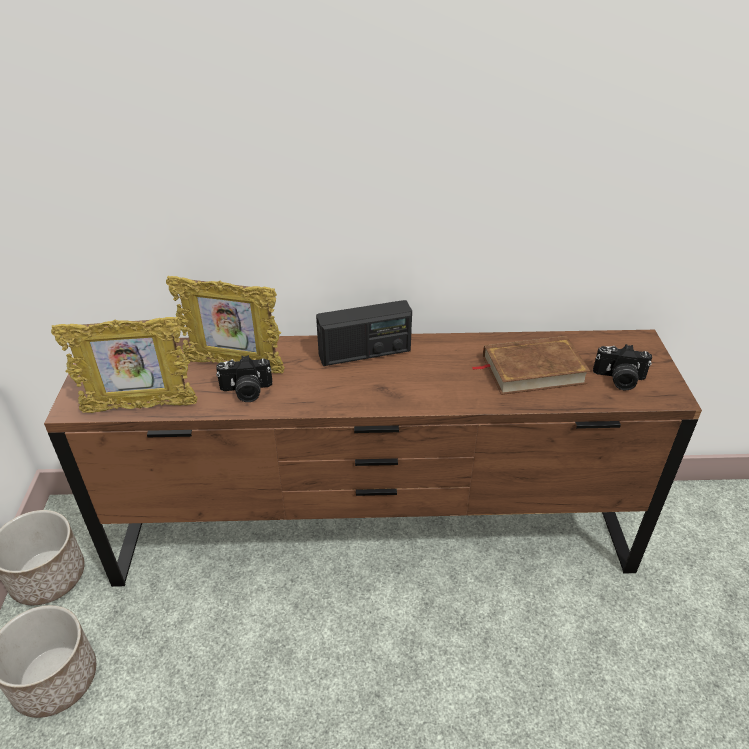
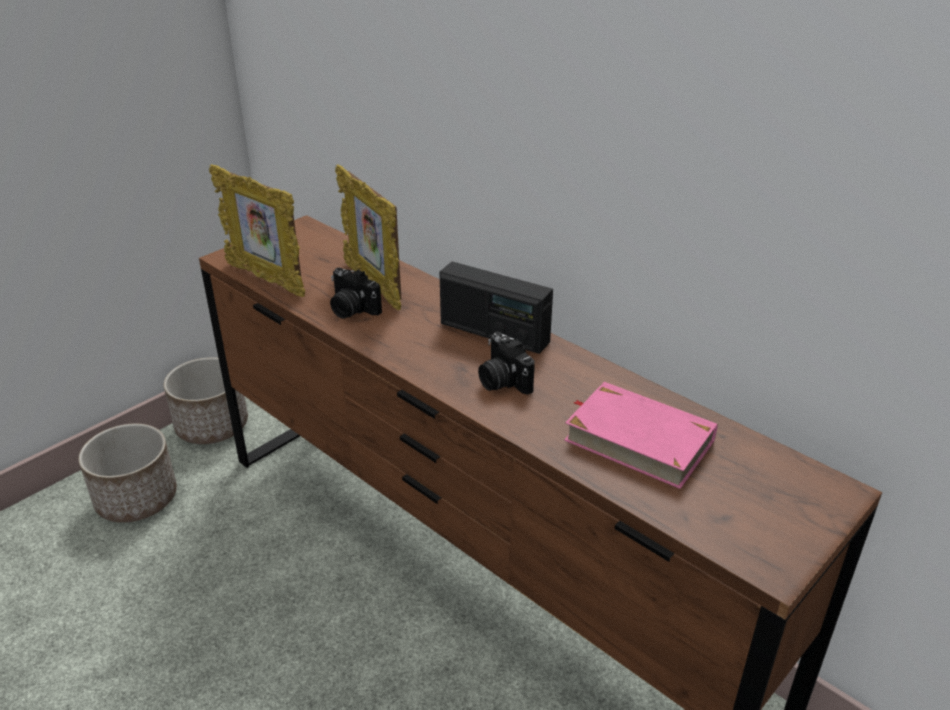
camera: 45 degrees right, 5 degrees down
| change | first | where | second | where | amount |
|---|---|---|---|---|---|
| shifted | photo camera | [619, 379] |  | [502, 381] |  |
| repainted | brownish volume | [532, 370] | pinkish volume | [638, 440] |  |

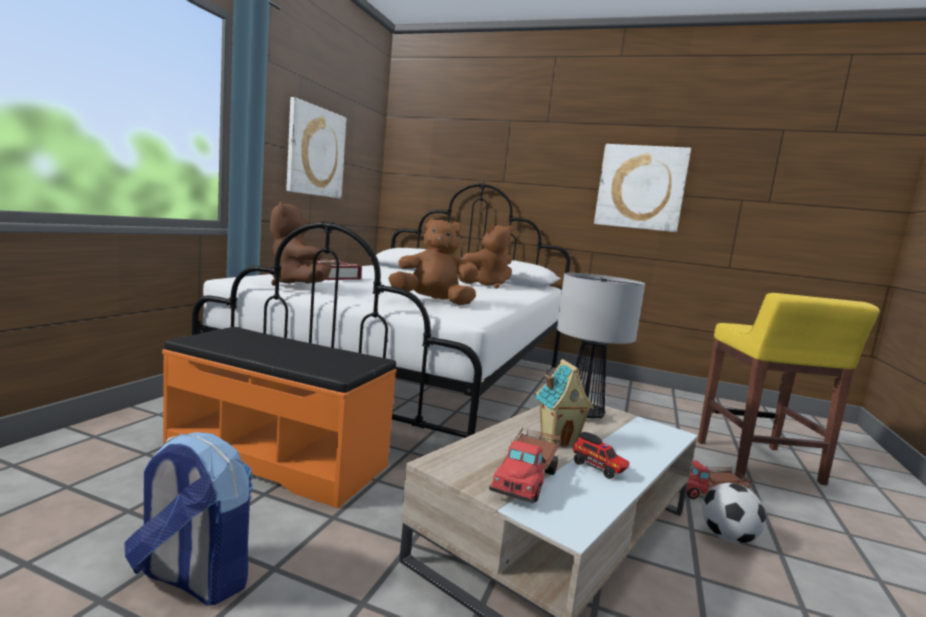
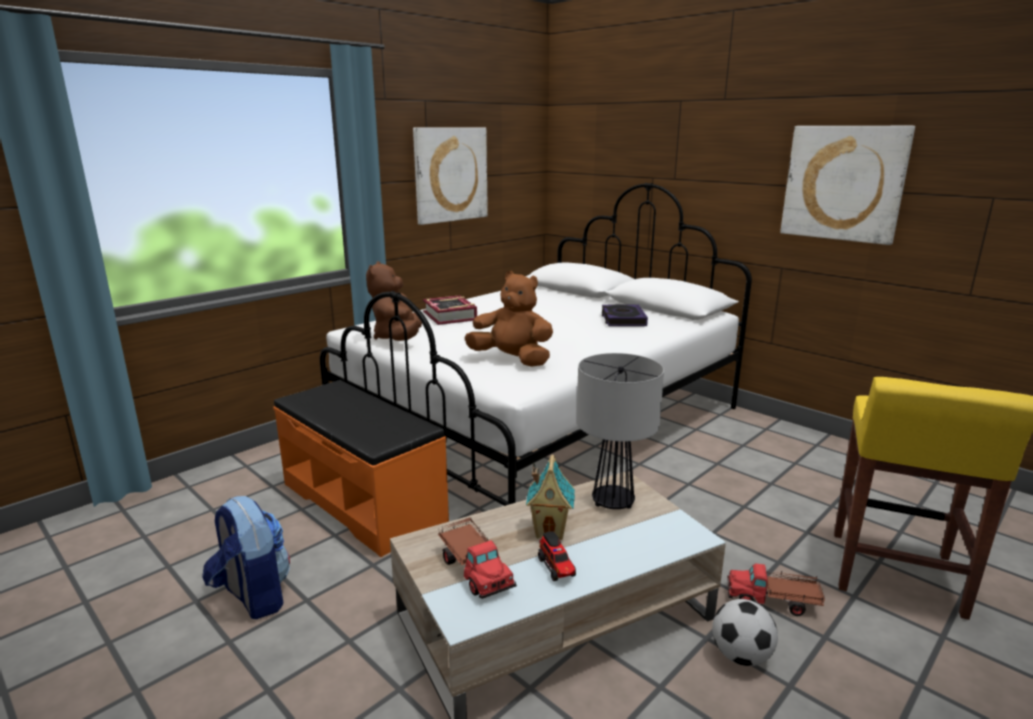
camera: 25 degrees right, 10 degrees up
| change | first | where | second | where | amount |
|---|---|---|---|---|---|
| rotated | toy lorry | [526, 478] |  | [475, 568] | 75 degrees counterclockwise |
| swapped | brownish soft toy | [486, 285] | volume | [623, 319] |  |

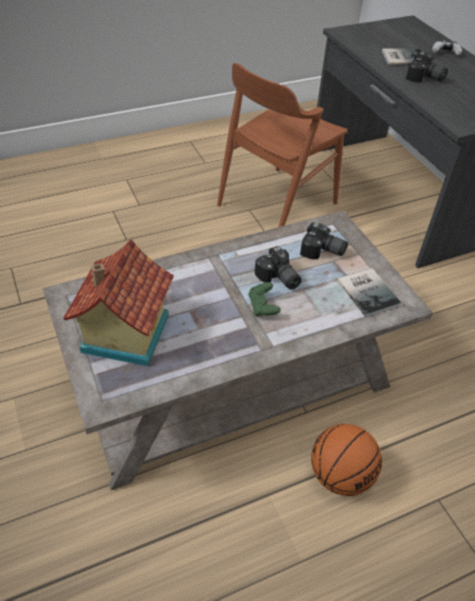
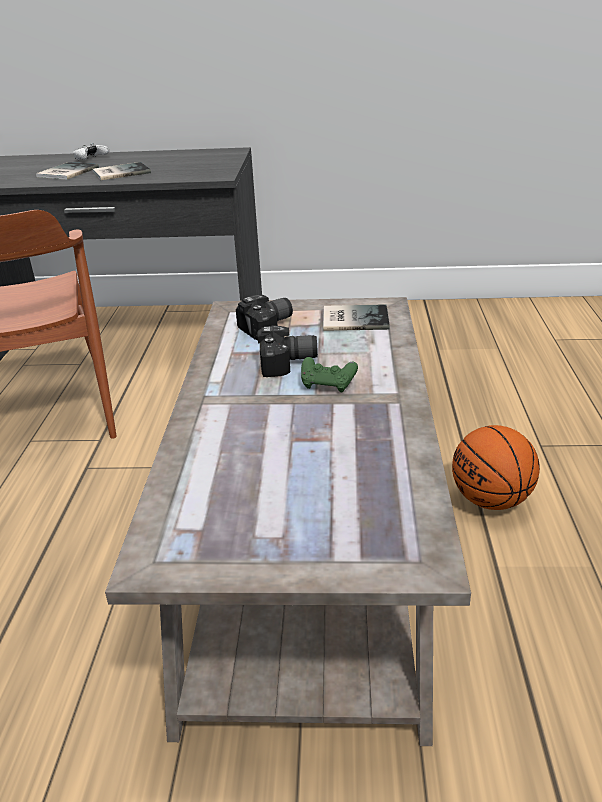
camera: 60 degrees left, 15 degrees down
| change | first | where | second | where | amount |
|---|---|---|---|---|---|
| swapped | photo camera | [424, 79] | volume | [119, 172] |  |
| gone | toy house | [123, 333] |  |  |  |

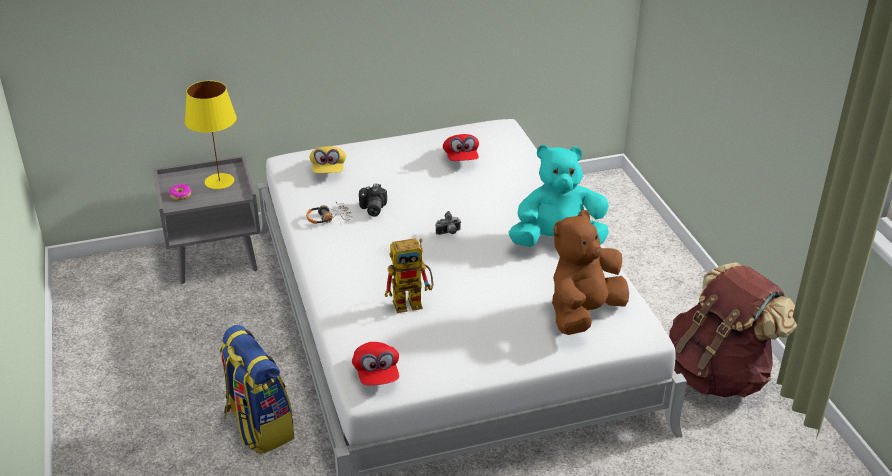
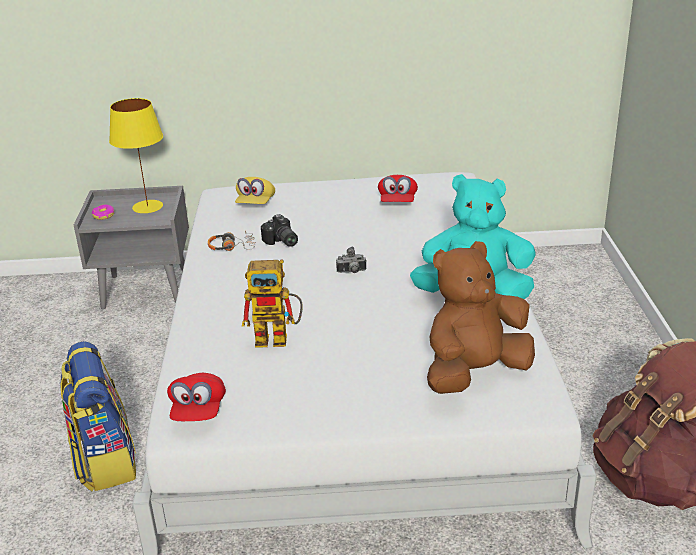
camera: 15 degrees right, 5 degrees down
| change | first | where | second | where | amount |
|---|---|---|---|---|---|
| rotated | photo camera | [372, 209] |  | [281, 242] | 45 degrees counterclockwise |

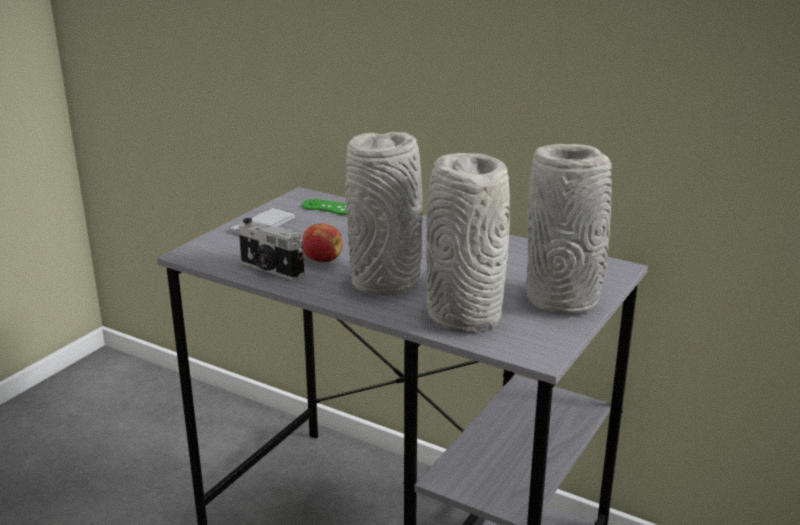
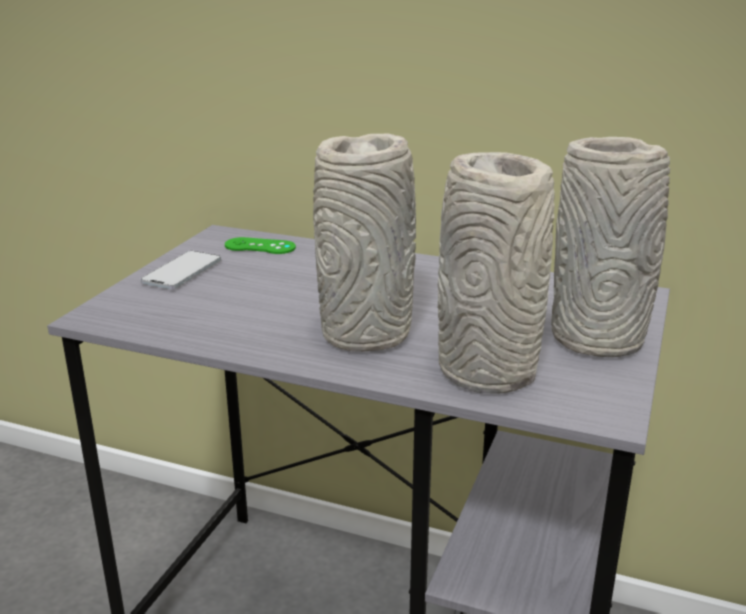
camera: 10 degrees left, 0 degrees up
| change | first | where | second | where | amount |
|---|---|---|---|---|---|
| gone | photo camera | [270, 270] |  |  |  |
| gone | apple | [321, 260] |  |  |  |

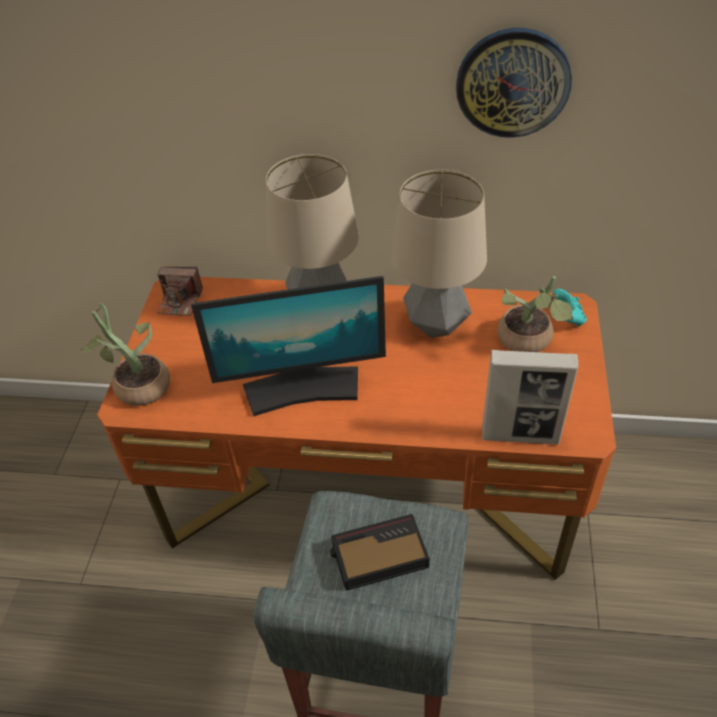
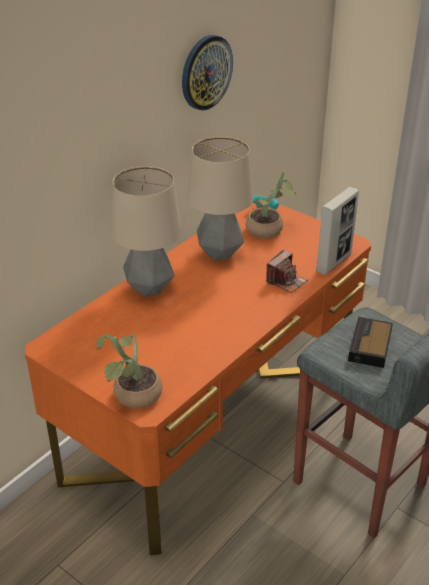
camera: 60 degrees left, 10 degrees down
| change | first | where | second | where | amount |
|---|---|---|---|---|---|
| shifted | photo camera | [180, 302] |  | [286, 281] |  |
| gone | monitor | [302, 388] |  |  |  |

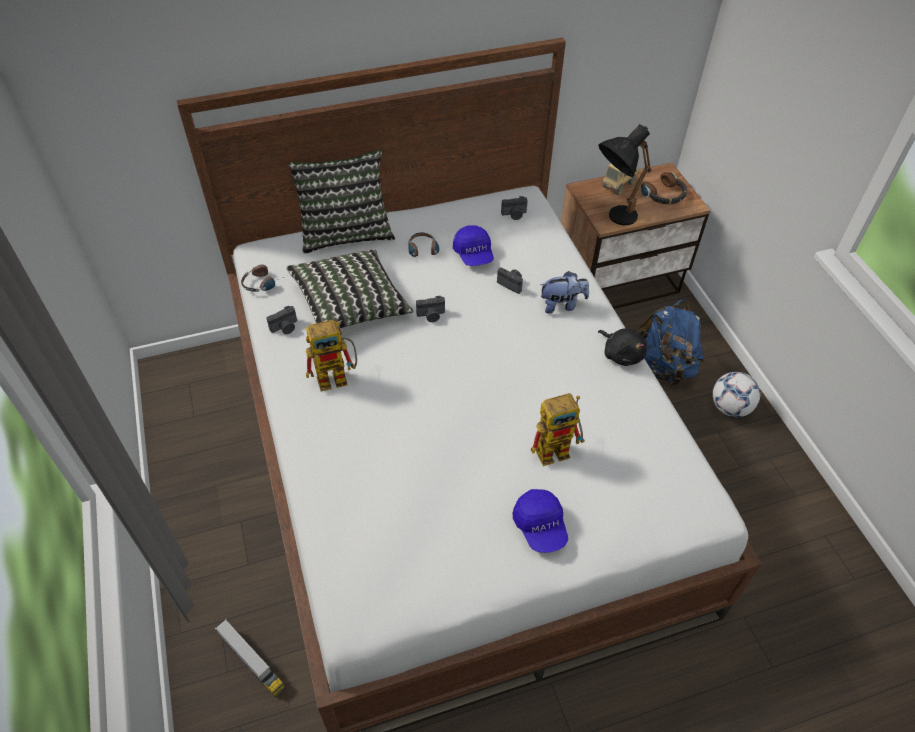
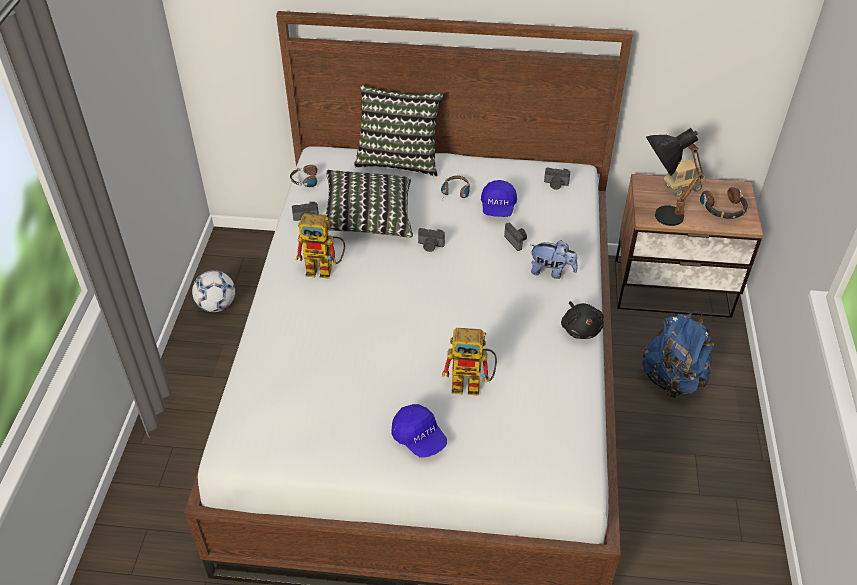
camera: 25 degrees right, 5 degrees down
| change | first | where | second | where | amount |
|---|---|---|---|---|---|
| shifted | football ball | [729, 407] |  | [217, 305] |  |
| rotated | blue cap | [540, 526] |  | [419, 438] | 45 degrees counterclockwise |
| gone | toy lorry | [252, 662] |  |  |  |

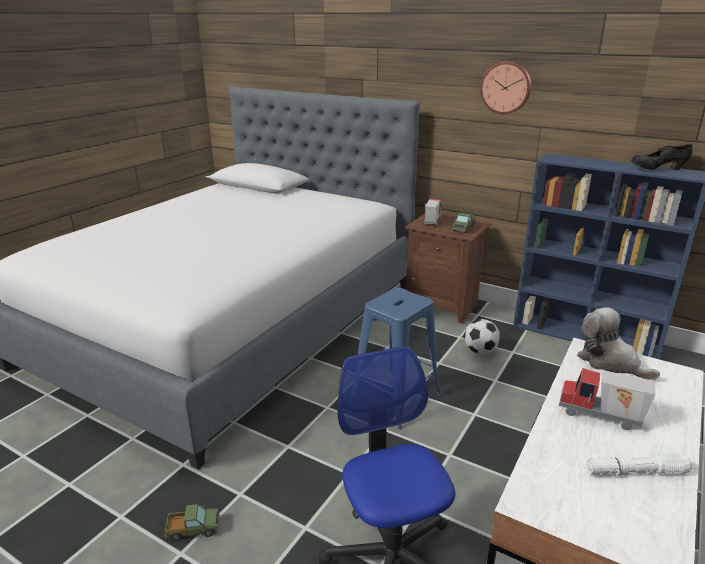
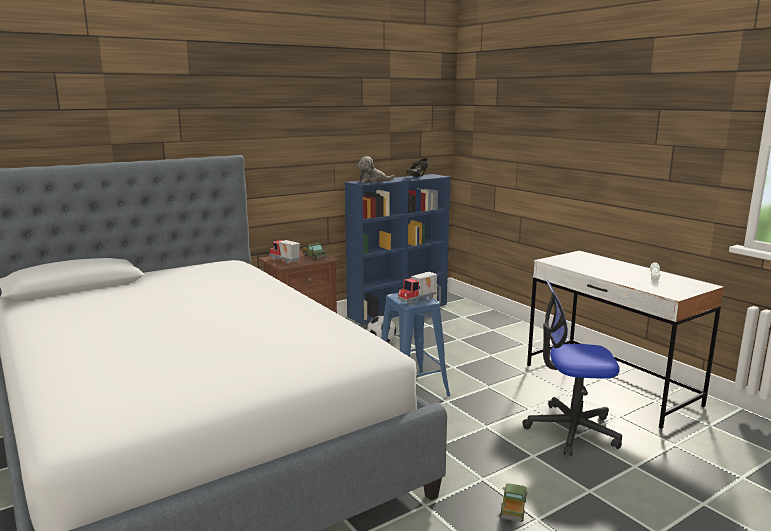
camera: 65 degrees left, 10 degrees down
| change | first | where | second | where | amount |
|---|---|---|---|---|---|
| shifted | soft toy | [610, 362] |  | [373, 181] |  |
| shifted | toy lorry | [600, 417] |  | [418, 300] |  |
| gone | clock on the wall | [506, 87] |  |  |  |

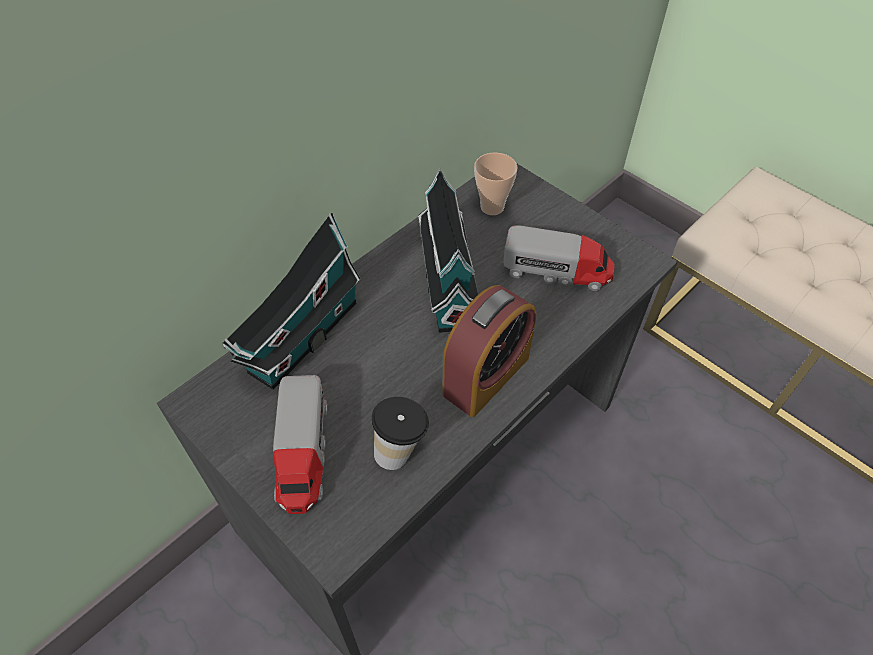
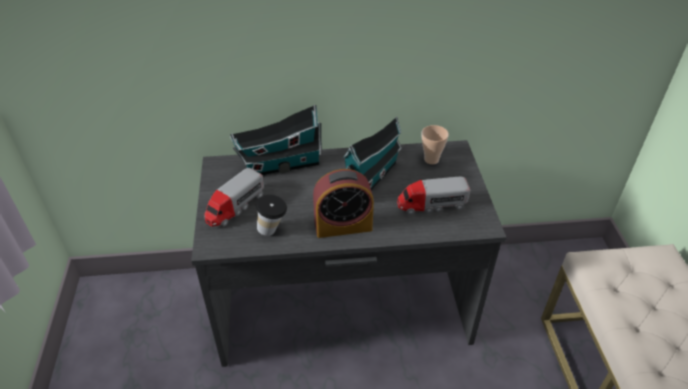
camera: 40 degrees right, 10 degrees down
| change | first | where | second | where | amount |
|---|---|---|---|---|---|
| rotated | toy lorry | [557, 271] |  | [431, 204] | 120 degrees clockwise |

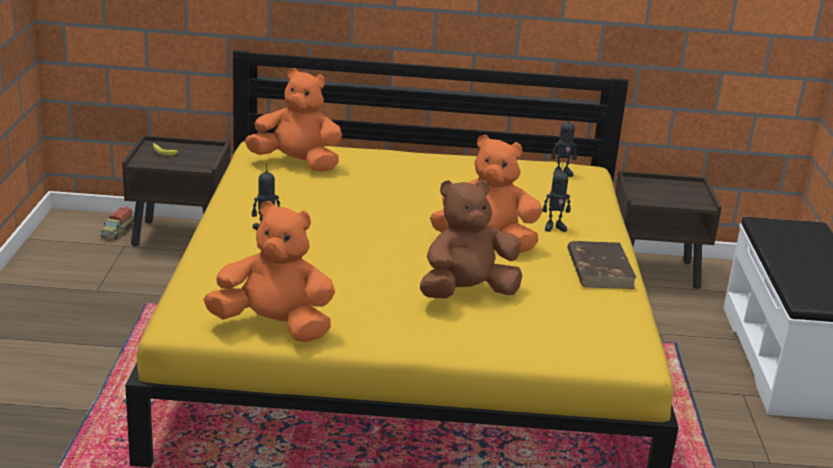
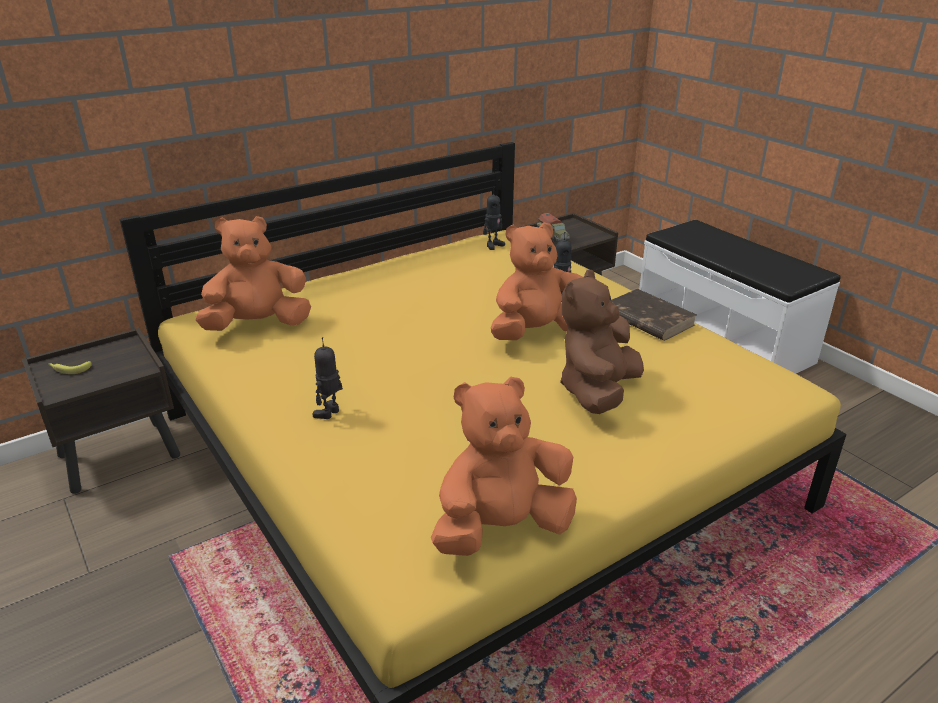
camera: 35 degrees left, 5 degrees up
| change | first | where | second | where | amount |
|---|---|---|---|---|---|
| shifted | toy lorry | [117, 231] |  | [553, 235] |  |

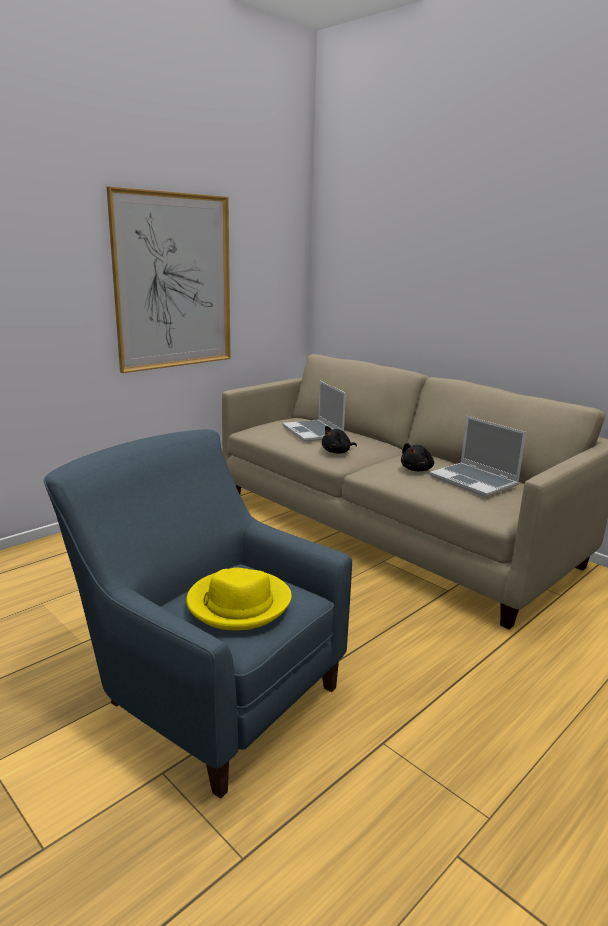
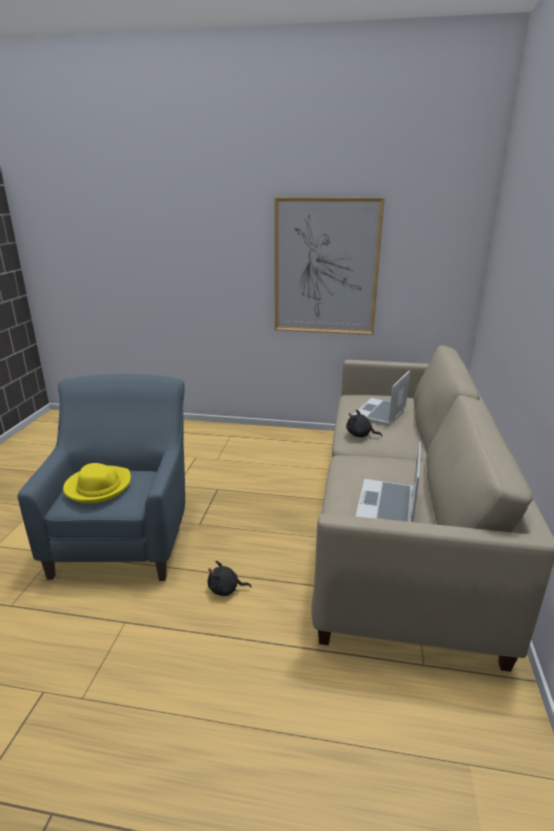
camera: 55 degrees right, 5 degrees up
| change | first | where | second | where | amount |
|---|---|---|---|---|---|
| shifted | black soft toy | [417, 469] |  | [226, 589] |  |

